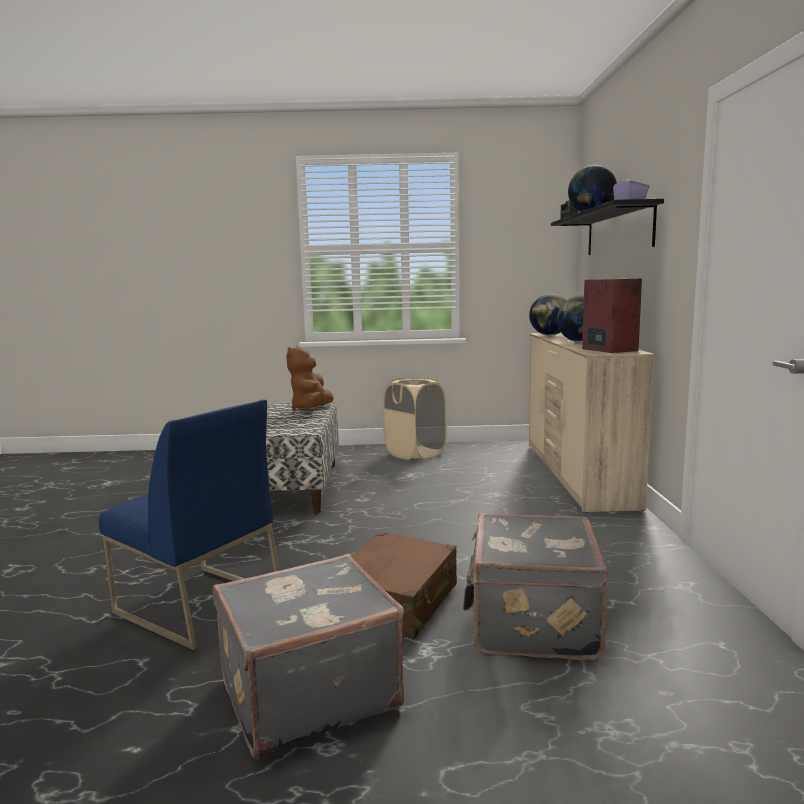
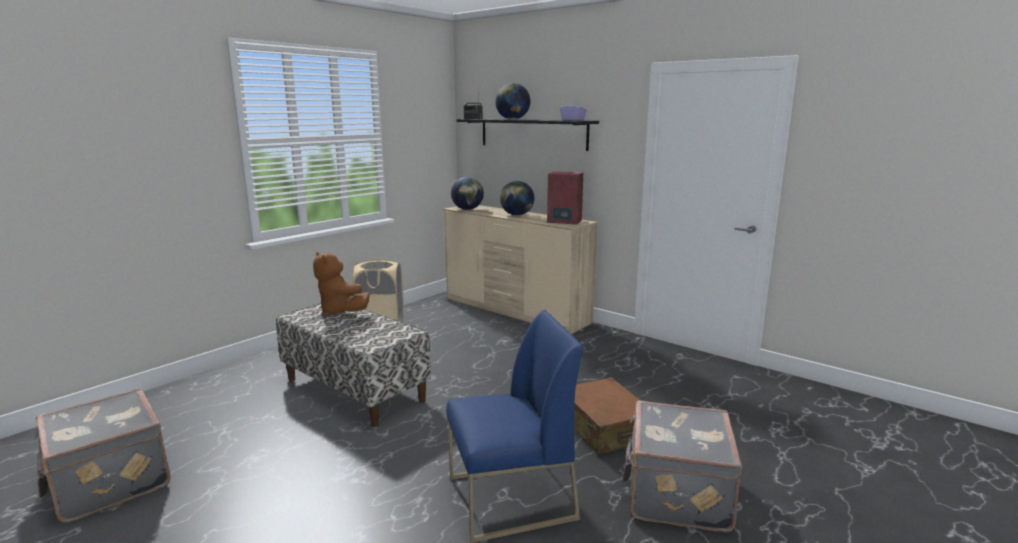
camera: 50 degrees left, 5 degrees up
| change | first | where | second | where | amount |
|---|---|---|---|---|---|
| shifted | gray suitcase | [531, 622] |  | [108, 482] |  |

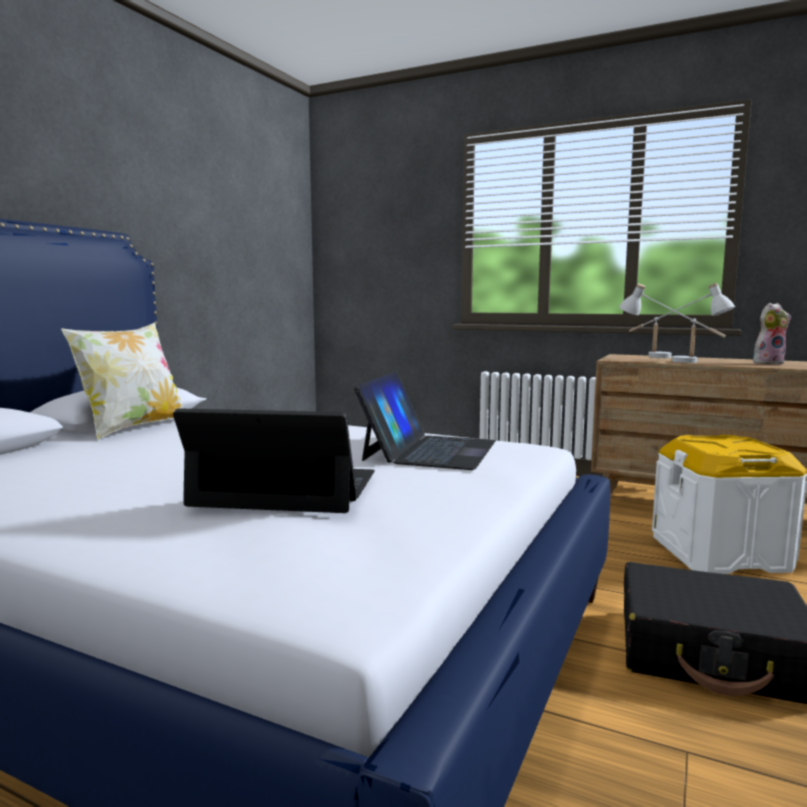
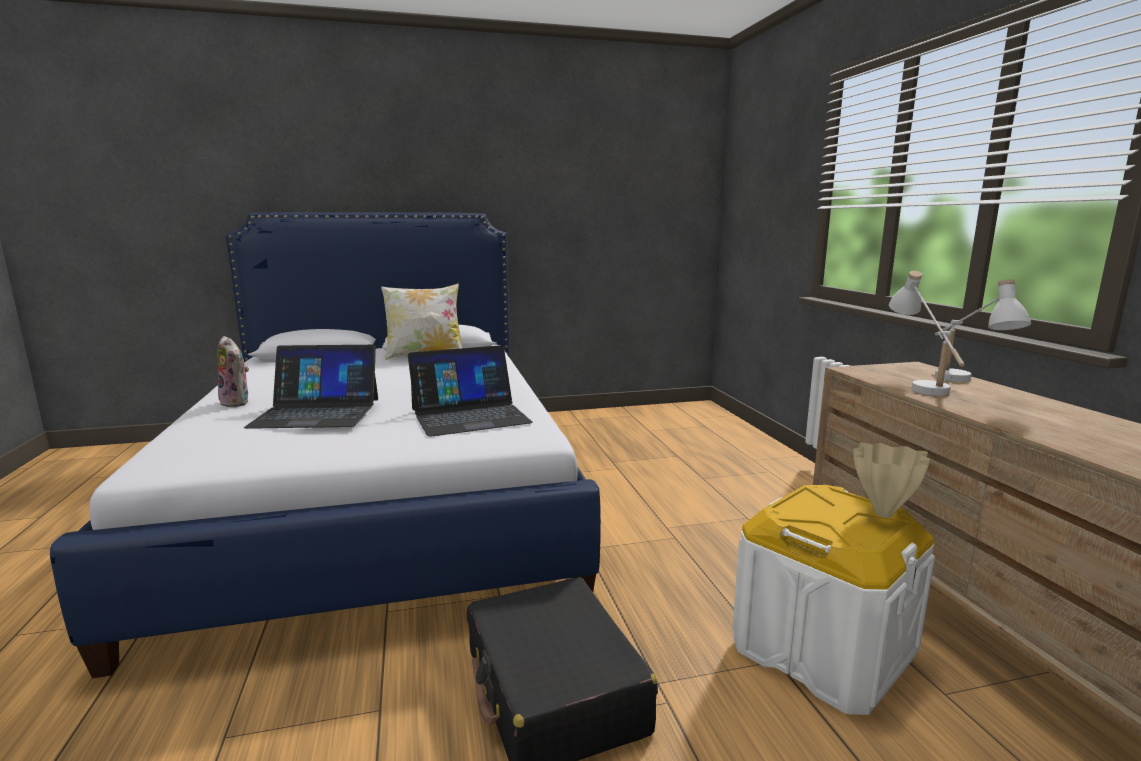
camera: 50 degrees right, 5 degrees up
| change | first | where | second | where | amount |
|---|---|---|---|---|---|
| shifted | soft toy | [768, 363] |  | [237, 402] |  |
| rotated | portable computer | [286, 488] |  | [317, 412] | 120 degrees clockwise |
| new |  |  | beige flower vase | [882, 514] |  |

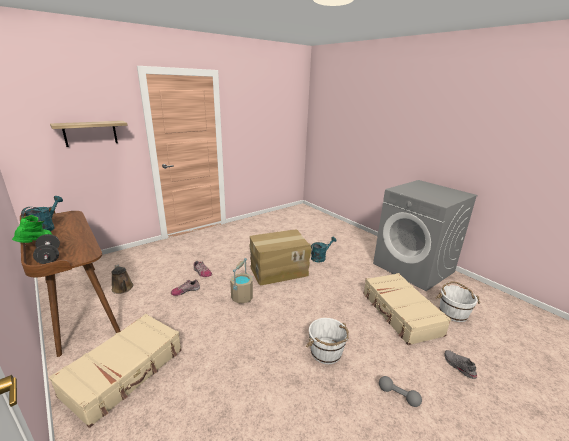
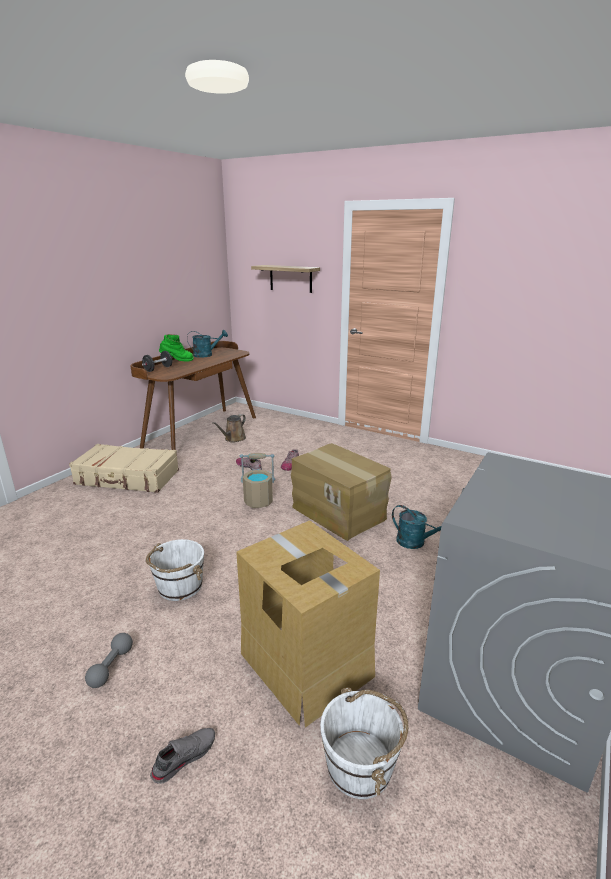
camera: 70 degrees right, 0 degrees up
| change | first | where | second | where | amount |
|---|---|---|---|---|---|
| swapped | beige suitcase | [400, 313] | packing box | [305, 664] |  |

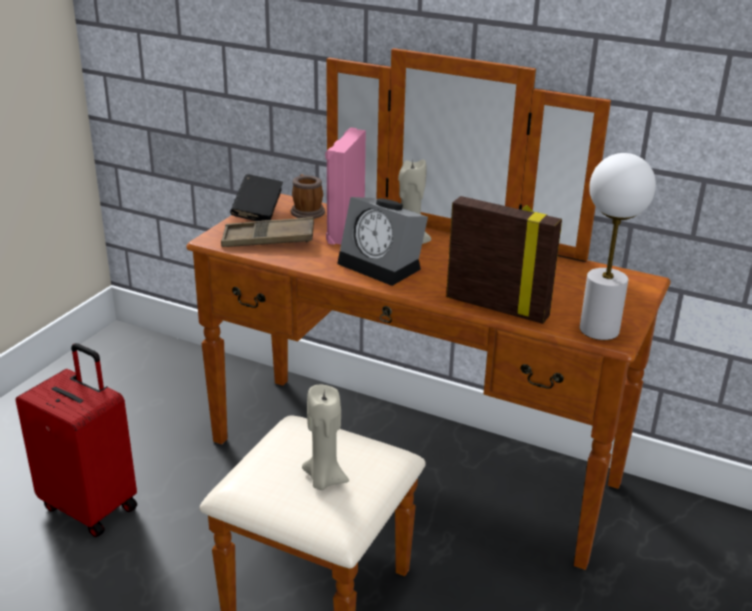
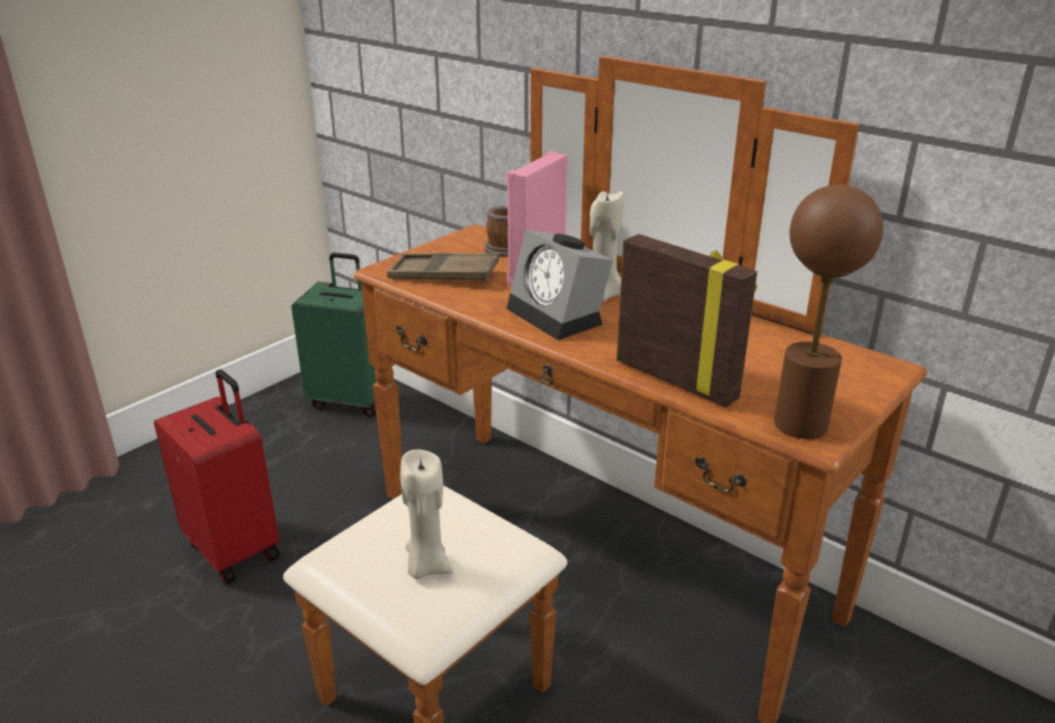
camera: 15 degrees right, 0 degrees up
| change | first | where | second | where | amount |
|---|---|---|---|---|---|
| new |  |  | greenish suitcase | [351, 400] |  |
| repainted | white-coloured lamp for a table | [599, 330] | brownish lamp for a table | [800, 425] |  |
| gone | black volume | [258, 212] |  |  |  |

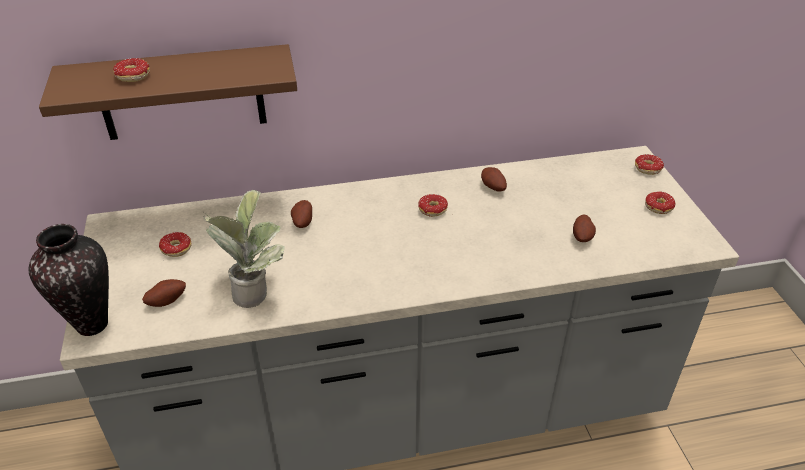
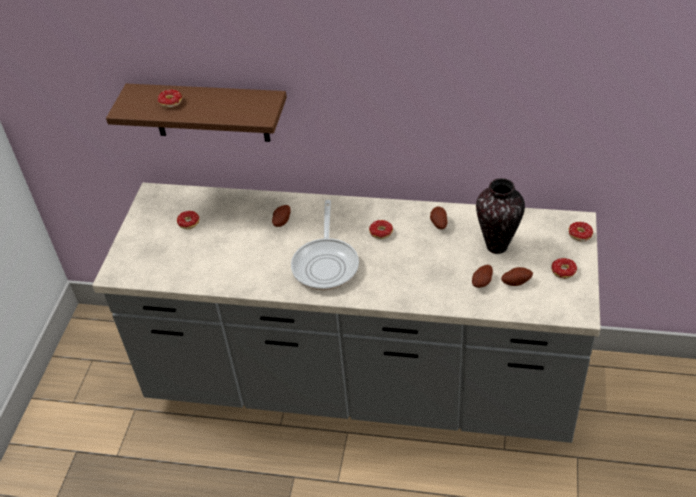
camera: 25 degrees right, 5 degrees up
| change | first | where | second | where | amount |
|---|---|---|---|---|---|
| new |  |  | pan | [326, 264] |  |
| shifted | flower vase | [93, 325] |  | [497, 246] |  |
| shifted | spud | [166, 300] |  | [516, 281] |  |
| gone | plant in a pot | [255, 290] |  |  |  |

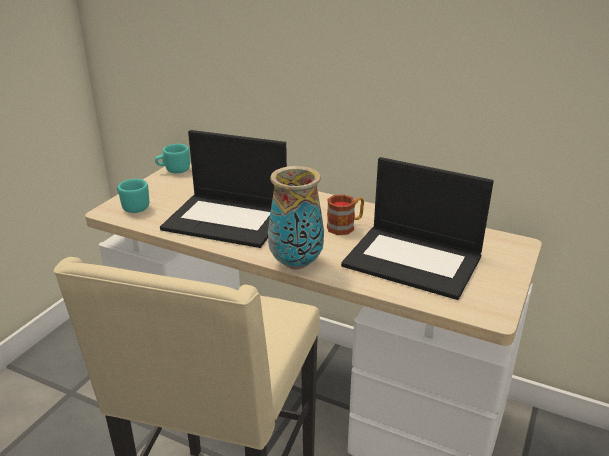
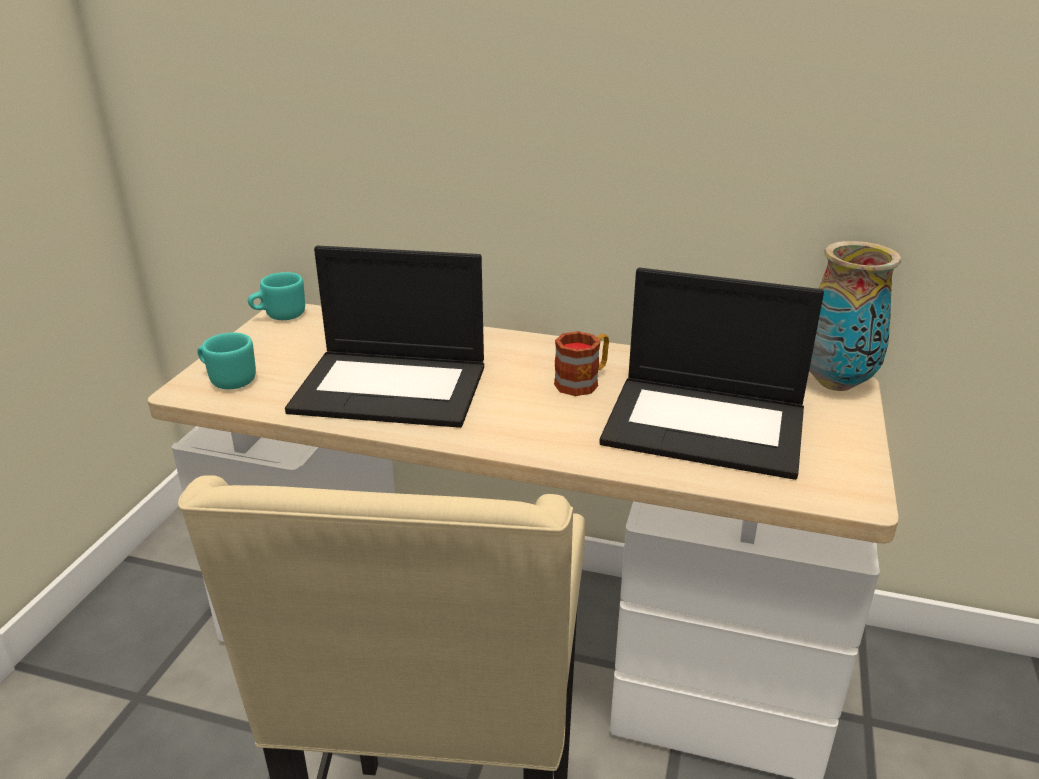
camera: 10 degrees left, 0 degrees up
| change | first | where | second | where | amount |
|---|---|---|---|---|---|
| shifted | flower vase | [296, 263] |  | [835, 382] |  |

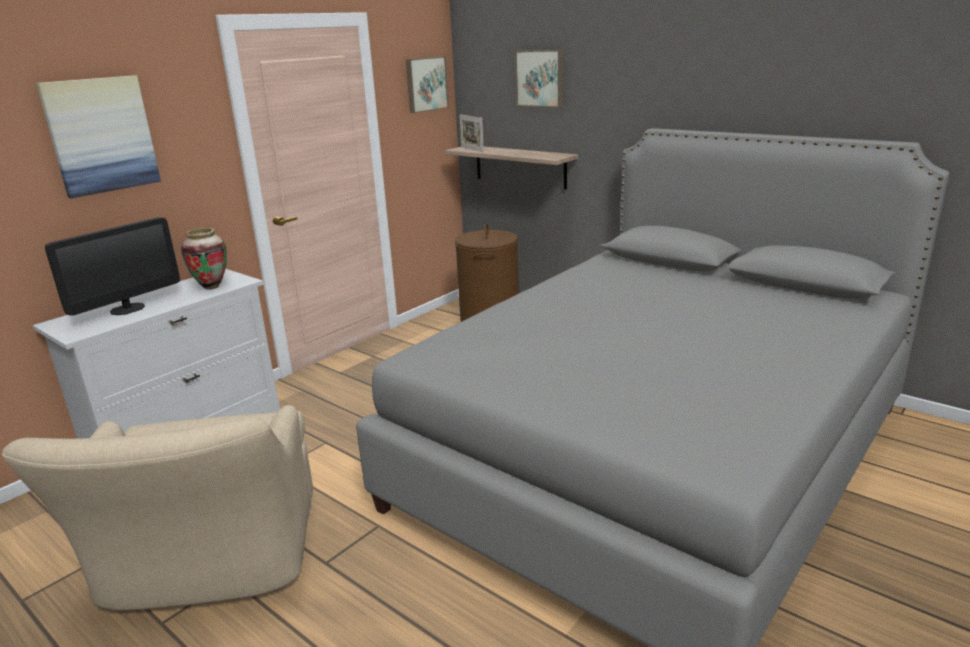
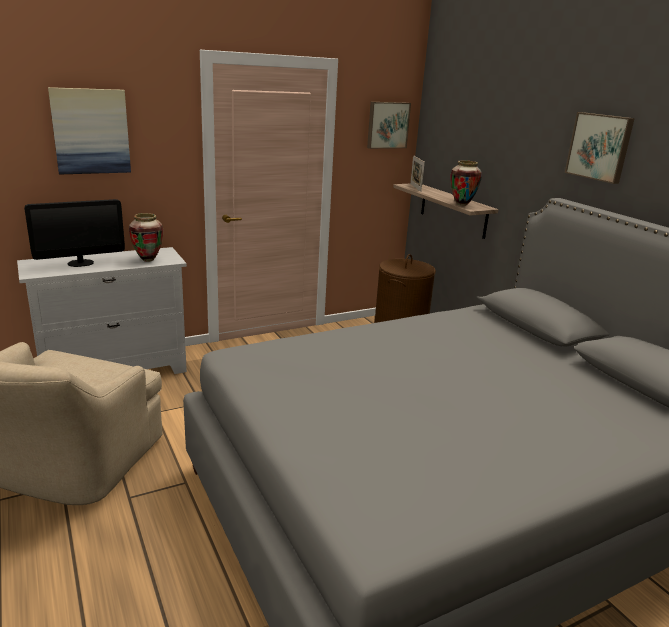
camera: 20 degrees right, 0 degrees up
| change | first | where | second | where | amount |
|---|---|---|---|---|---|
| new |  |  | flower vase | [462, 204] |  |
| shifted | picture | [540, 78] |  | [600, 147] |  |

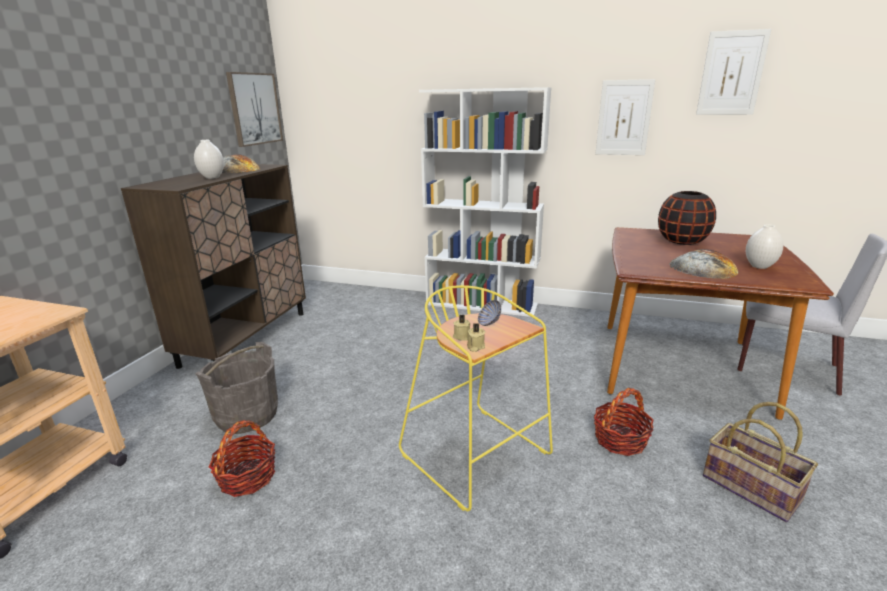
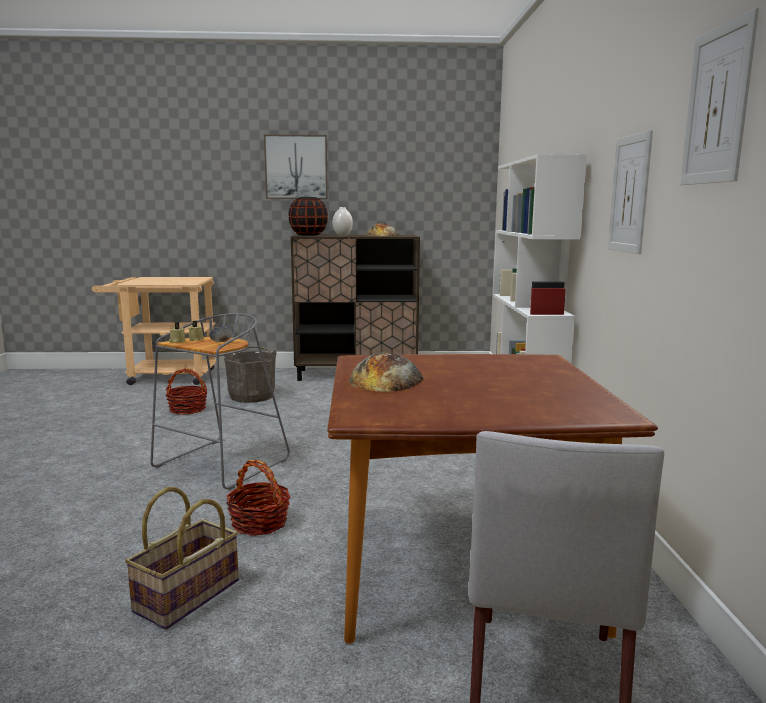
camera: 70 degrees right, 10 degrees down
| change | first | where | second | where | amount |
|---|---|---|---|---|---|
| repainted | yellowish stool | [477, 455] | gray stool | [221, 465] |  |
| shifted | picture | [254, 109] |  | [296, 167] |  |
| shifted | black flower vase | [682, 241] |  | [308, 235] |  |
| gone | white-coloured flower vase | [759, 266] |  |  |  |

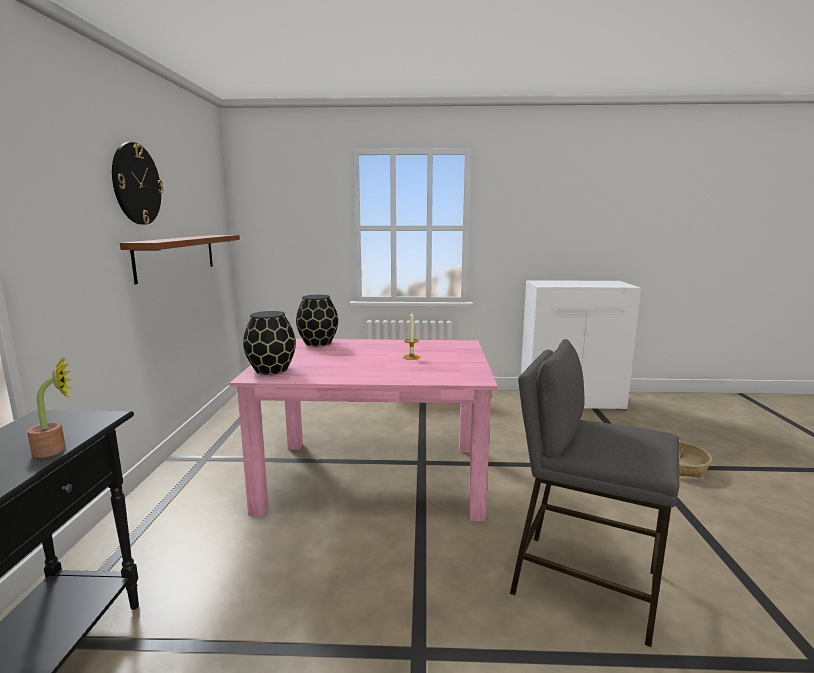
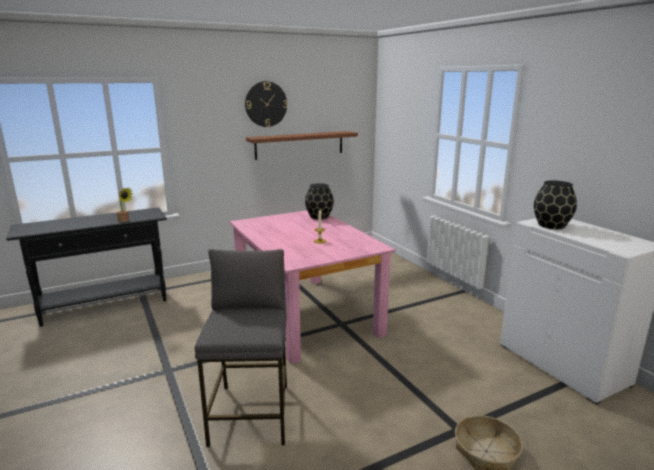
camera: 60 degrees right, 5 degrees up
| change | first | where | second | where | amount |
|---|---|---|---|---|---|
| shifted | black flower vase | [272, 369] |  | [552, 225] |  |

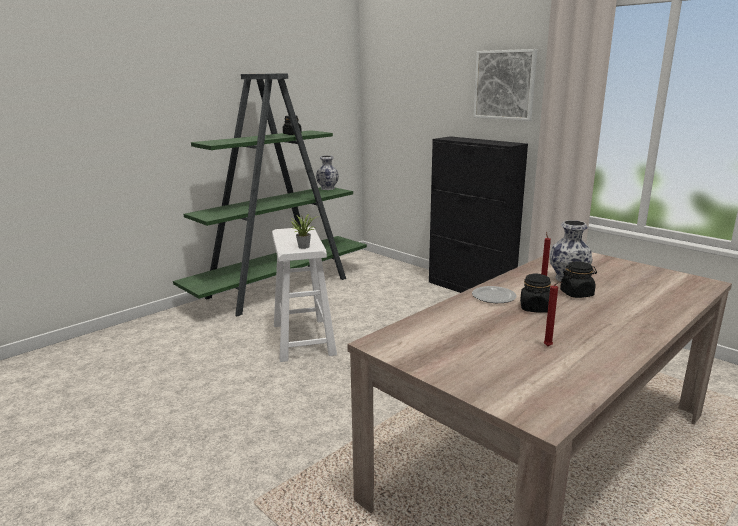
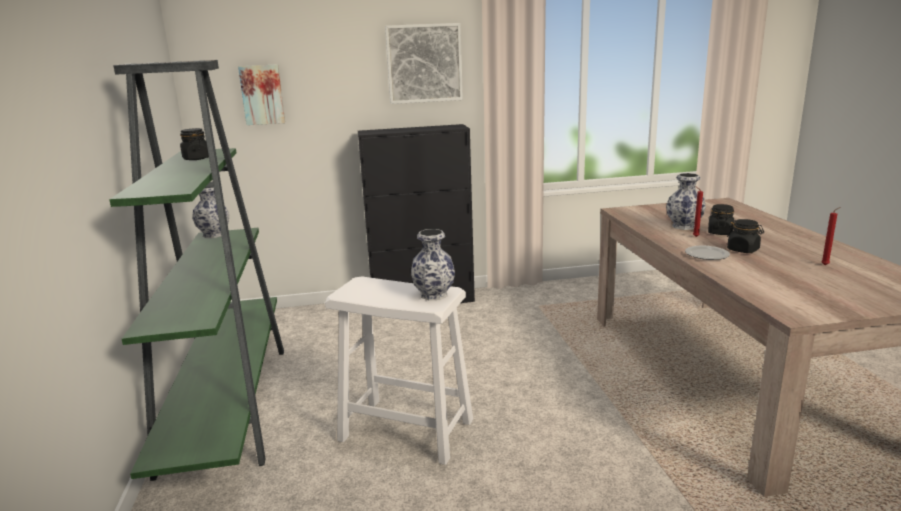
camera: 55 degrees left, 0 degrees up
| change | first | where | second | where | amount |
|---|---|---|---|---|---|
| new |  |  | picture | [262, 94] |  |
| swapped | plant in a pot | [303, 246] | flower vase | [434, 295] |  |

